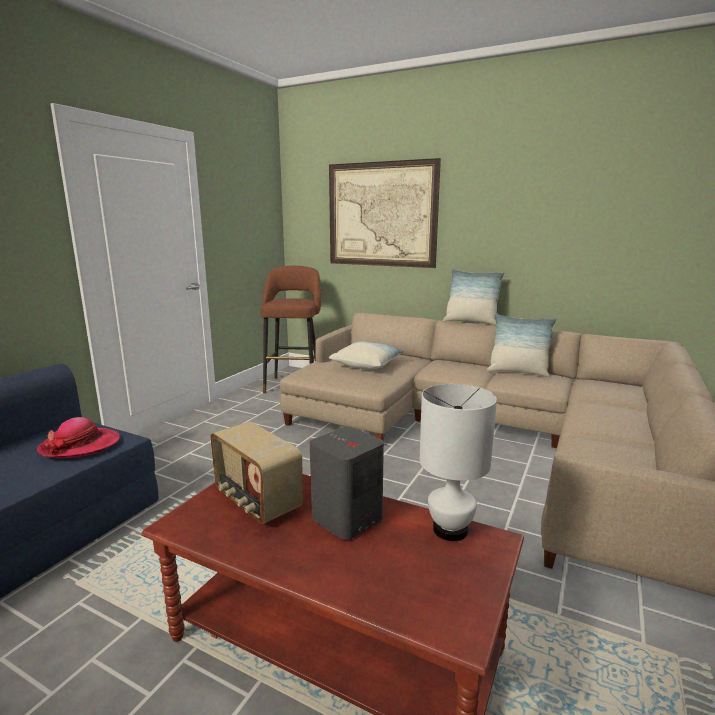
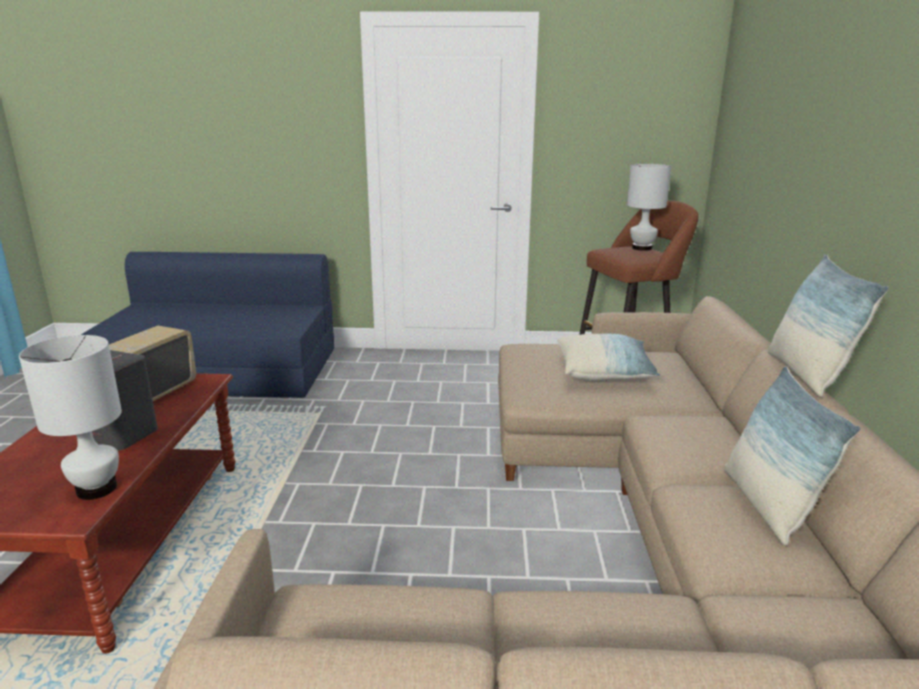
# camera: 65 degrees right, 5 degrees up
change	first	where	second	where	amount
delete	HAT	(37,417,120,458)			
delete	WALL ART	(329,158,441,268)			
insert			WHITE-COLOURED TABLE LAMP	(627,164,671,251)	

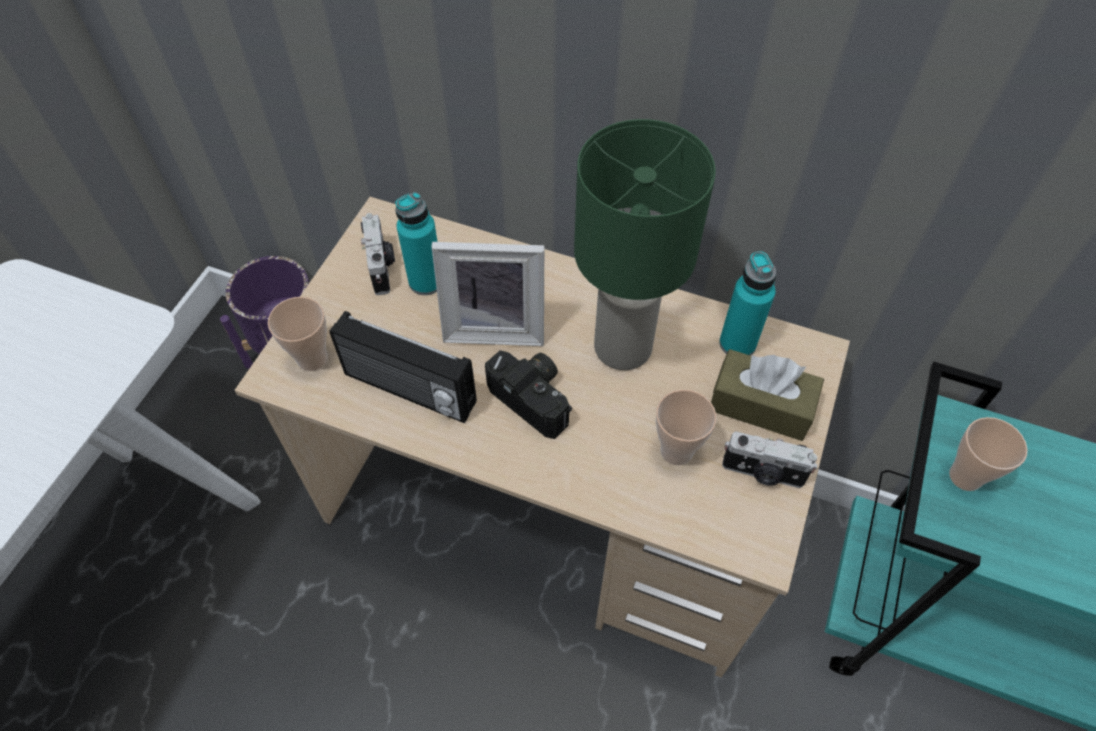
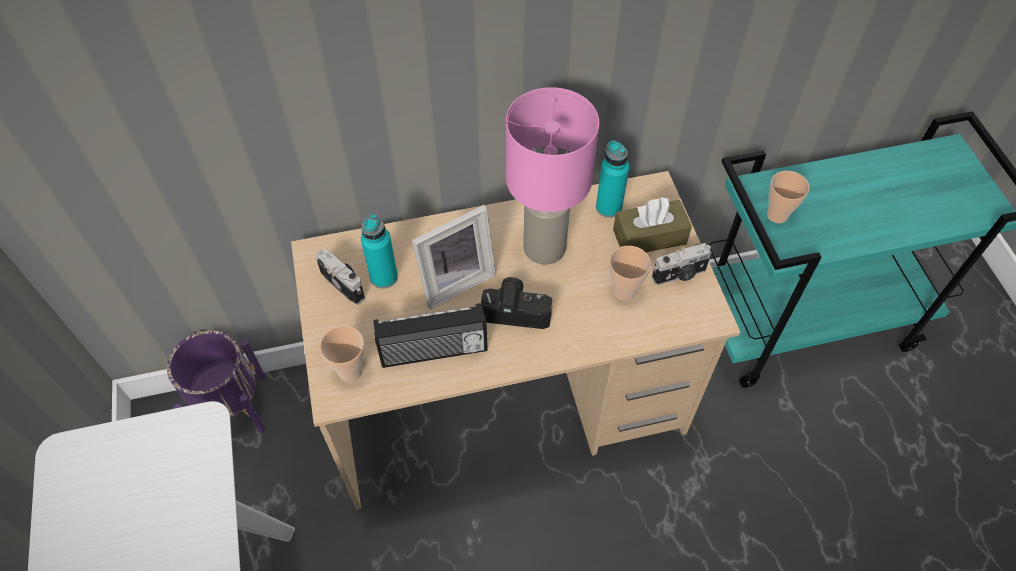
# camera: 35 degrees left, 0 degrees up
change	first	where	second	where	amount
recolor	GREEN TABLE LAMP	(574,119,716,370)	PINK TABLE LAMP	(506,87,599,264)	

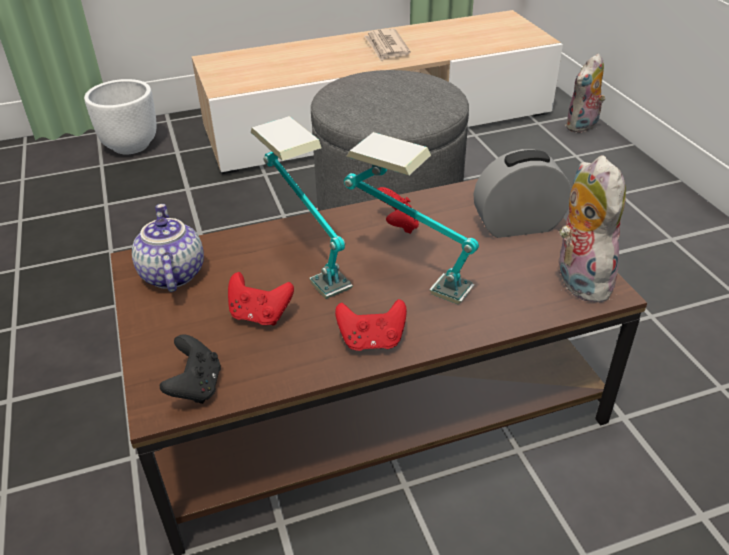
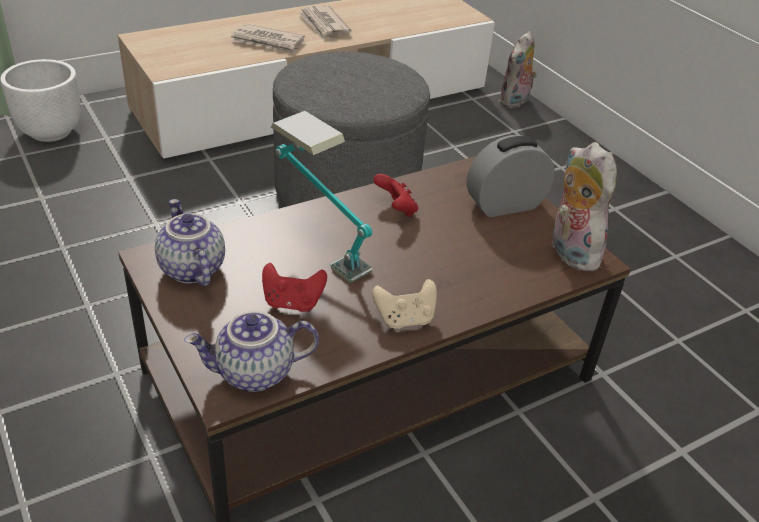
# camera: 15 degrees left, 0 degrees up
change	first	where	second	where	amount
replace	BLACKISH GAME CONTROLLER	(160,334,221,404)	TEA POT	(184,311,319,392)	
recolor	REDDISH GAME CONTROLLER	(335,299,407,351)	BEIGE GAME CONTROLLER	(372,279,437,329)	
delete	TABLE LAMP	(344,132,479,304)			
insert			PRINTED PAPER	(231,23,305,55)	

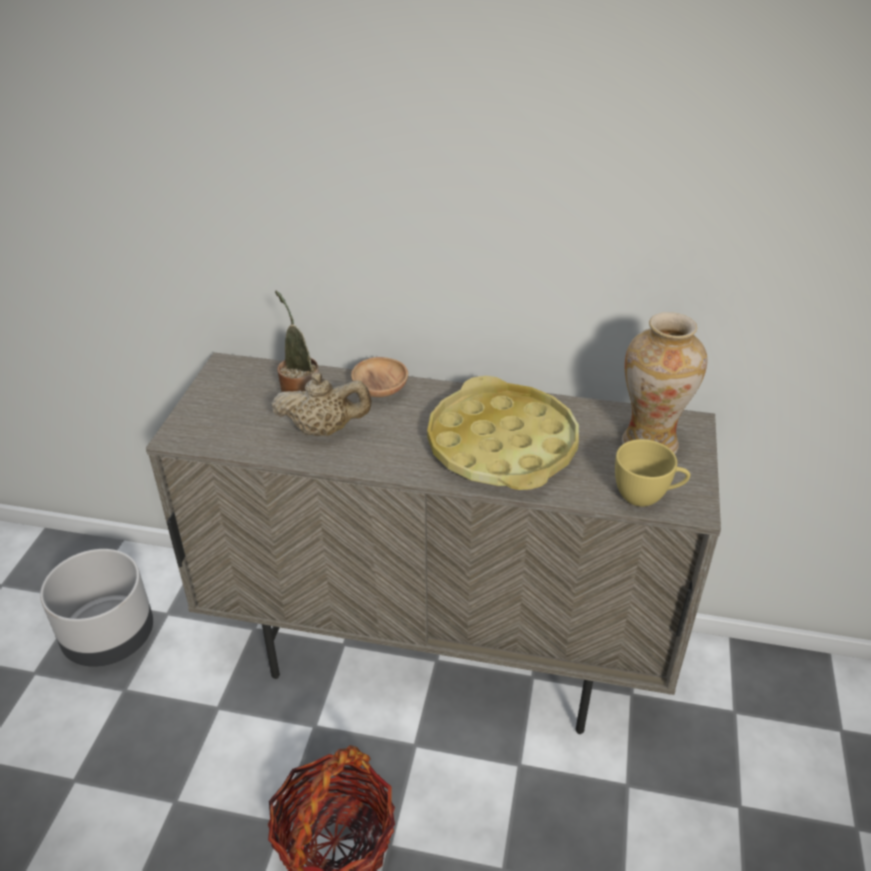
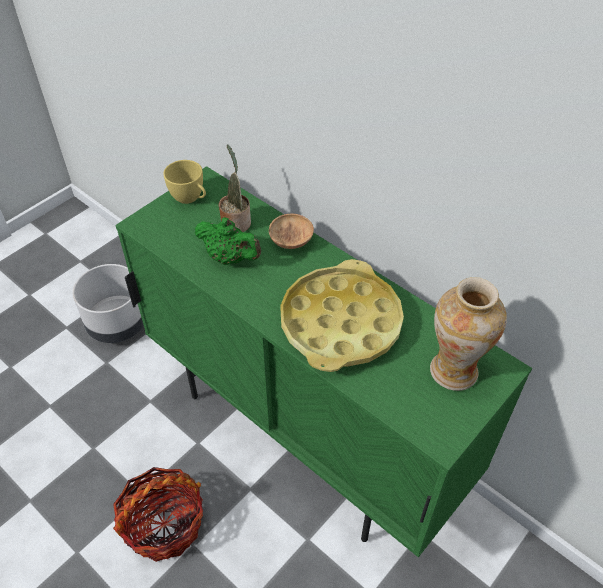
# camera: 30 degrees right, 10 degrees up
change	first	where	second	where	amount
recolor	BEIGE CUPBOARD	(146,352,721,734)	GREEN CUPBOARD	(115,166,532,557)	
recolor	BEIGE TEA POT	(271,372,372,436)	GREEN TEA POT	(195,217,261,265)	
move	YELLOW DRINKING CUP	(615,439,690,507)		(164,160,206,204)	

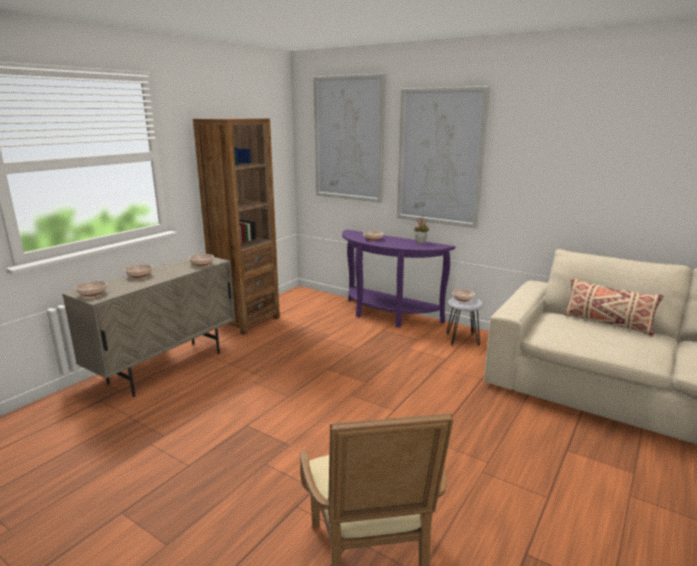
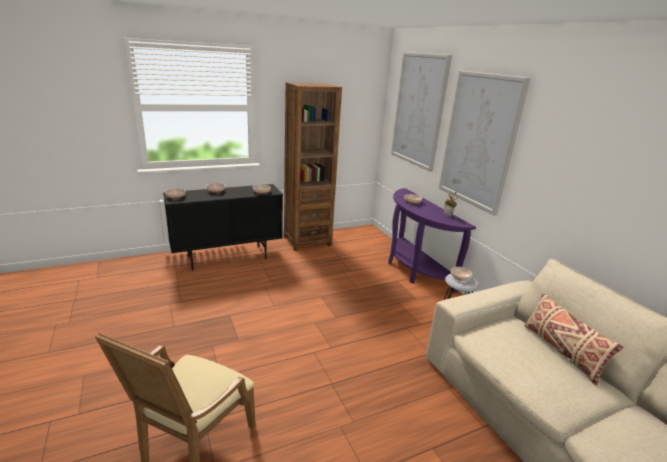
# camera: 30 degrees right, 5 degrees up
change	first	where	second	where	amount
recolor	BEIGE CUPBOARD	(62,257,235,397)	BLACKISH CUPBOARD	(163,184,283,271)	

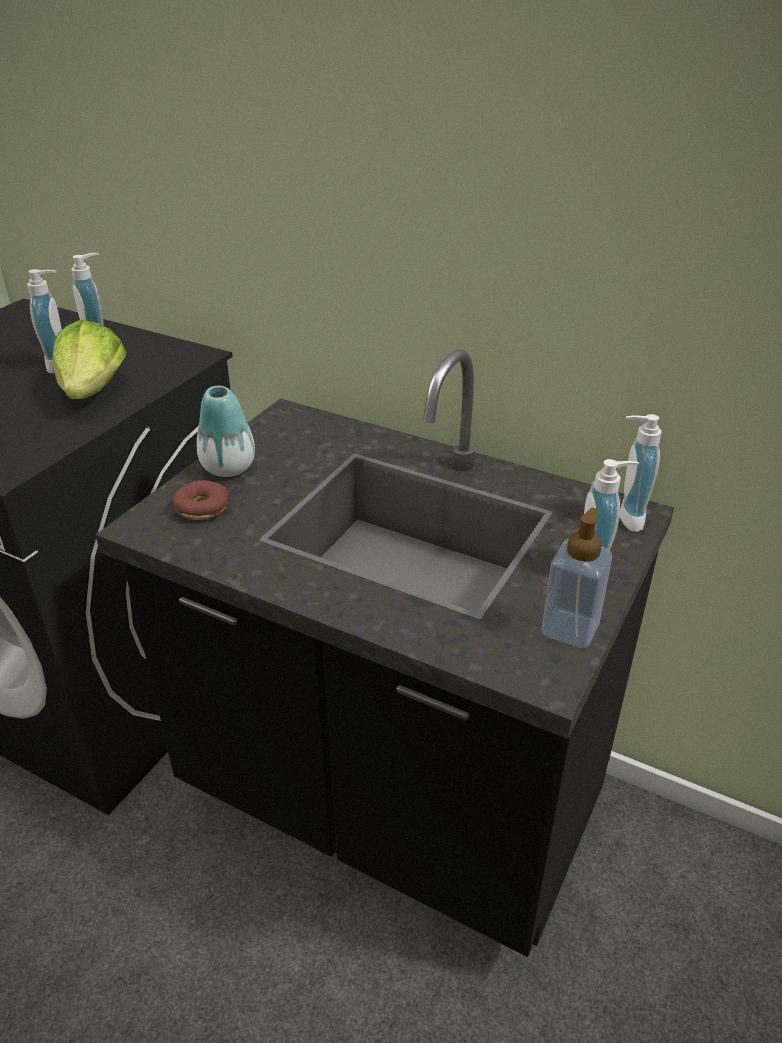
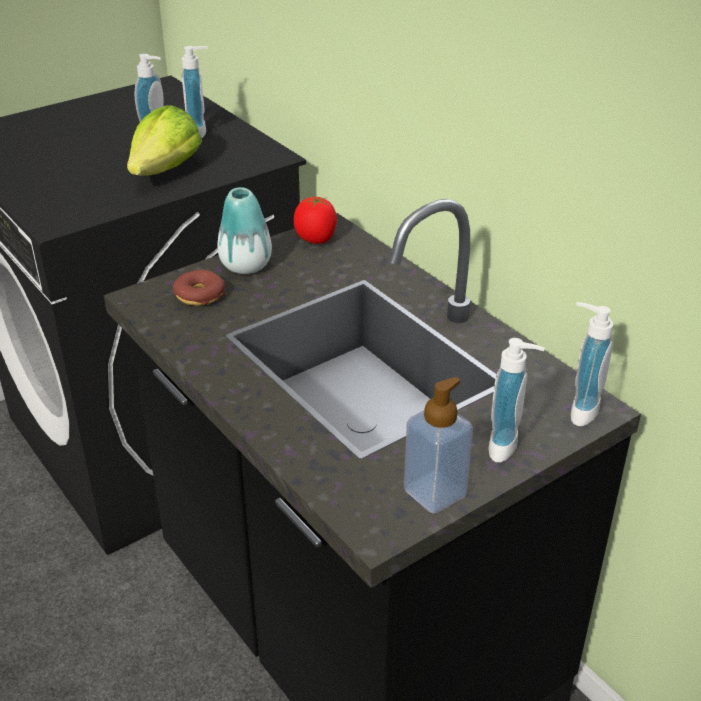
# camera: 25 degrees right, 0 degrees up
change	first	where	second	where	amount
insert			FRESH TOMATO	(294,197,337,244)	

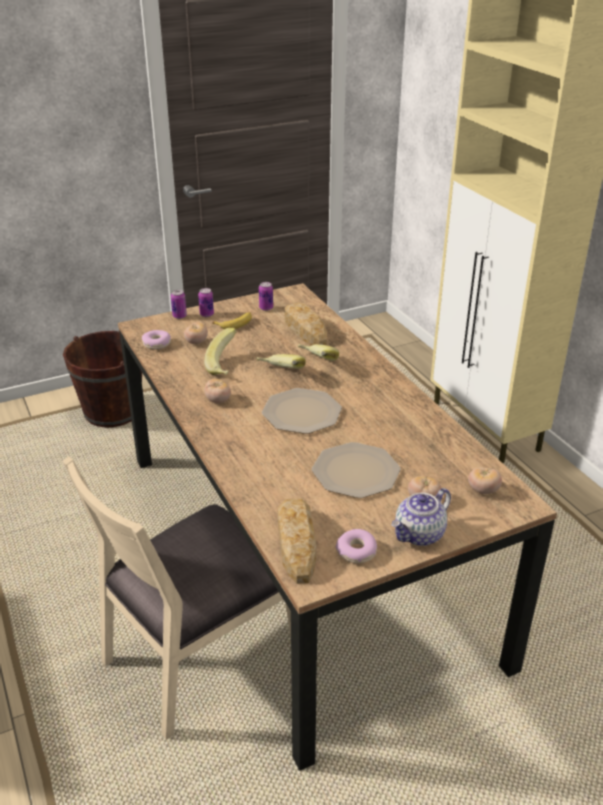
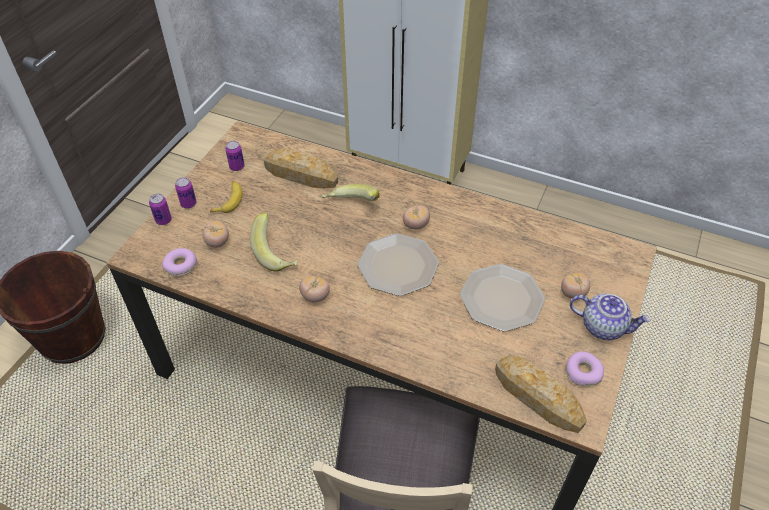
# camera: 40 degrees left, 15 degrees up
change	first	where	second	where	amount
delete	BANANA	(256,354,306,369)			
rotate	TEA POT	(392,488,451,546)		(570,294,651,340)	75 degrees counterclockwise
move	FRESH TOMATO	(468,468,502,494)		(403,205,430,230)	

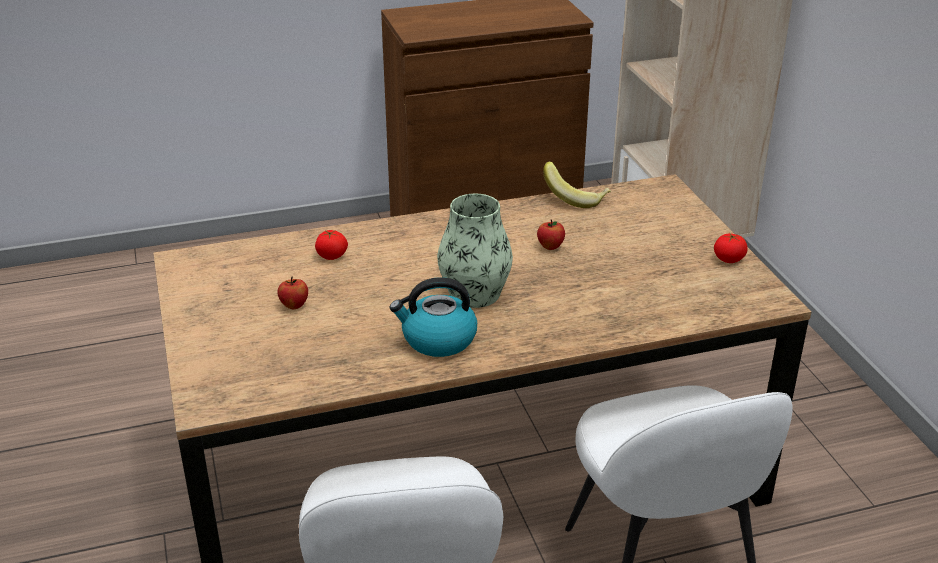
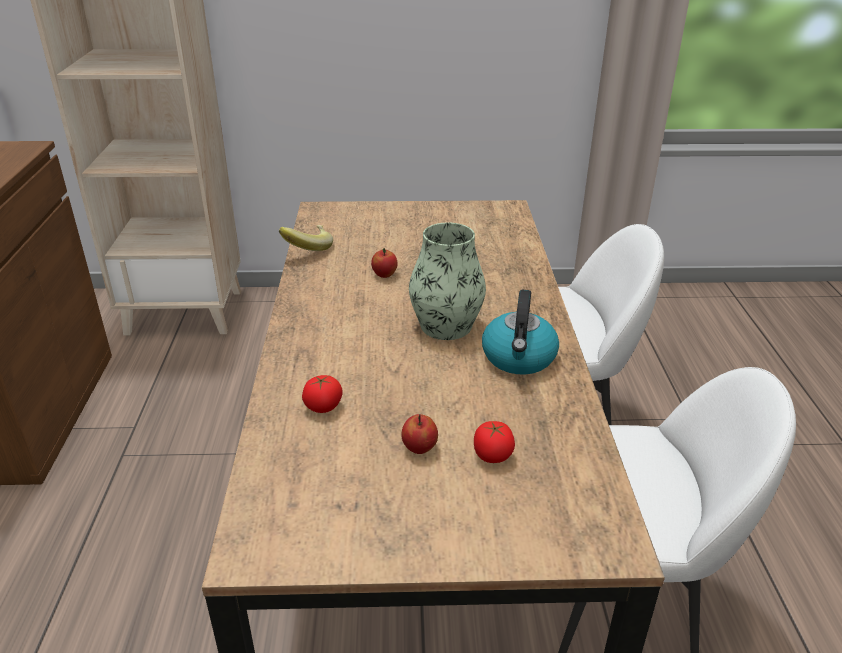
# camera: 75 degrees left, 0 degrees up
change	first	where	second	where	amount
move	FRESH TOMATO	(714,234,748,263)		(474,421,515,463)	

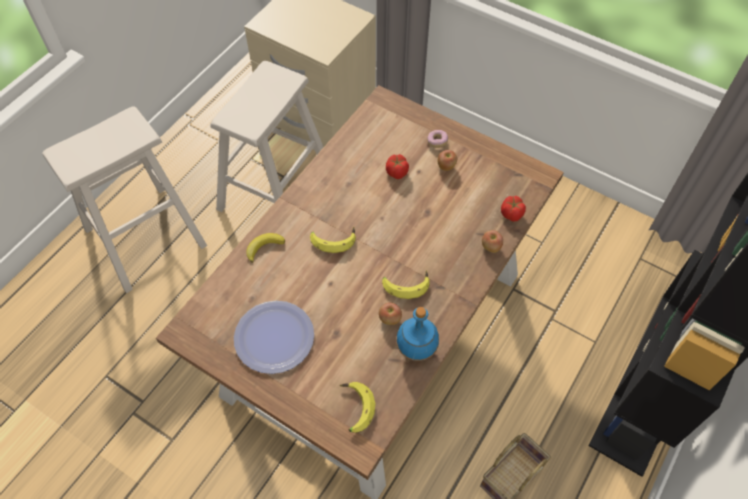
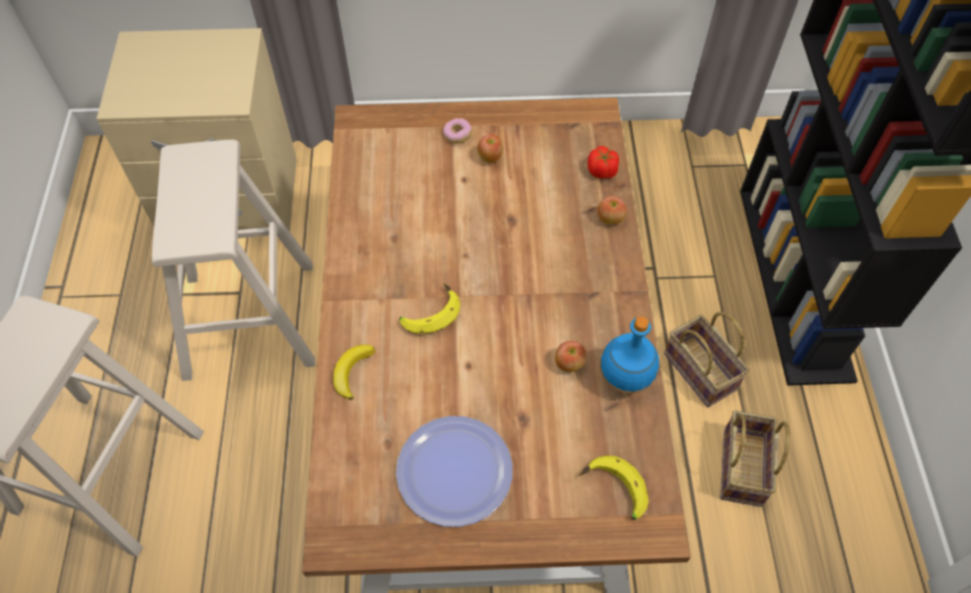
# camera: 35 degrees left, 0 degrees up
change	first	where	second	where	amount
delete	BANANA	(382,270,430,299)			
delete	FRESH TOMATO	(386,154,409,179)			
insert			HOUSEHOLD BASKET	(664,312,749,407)	

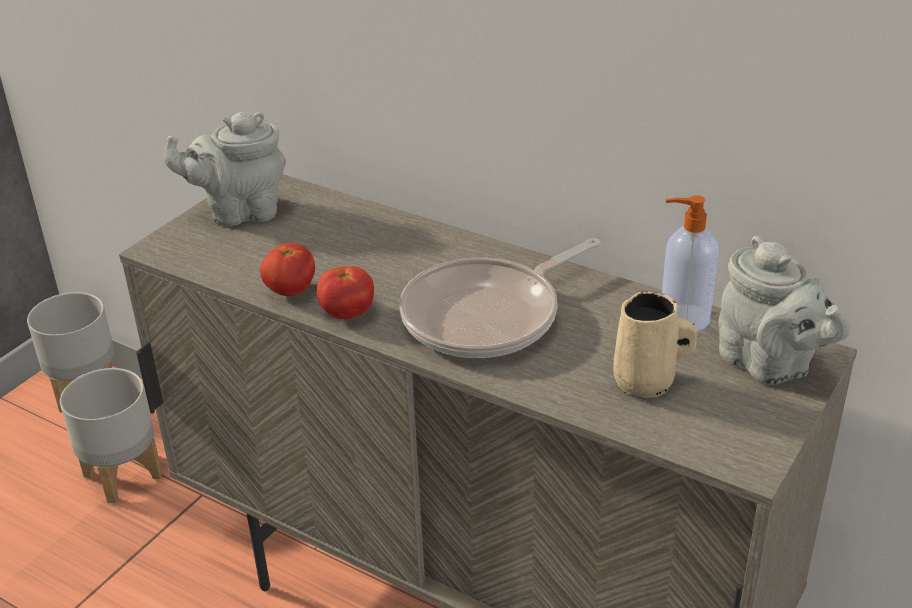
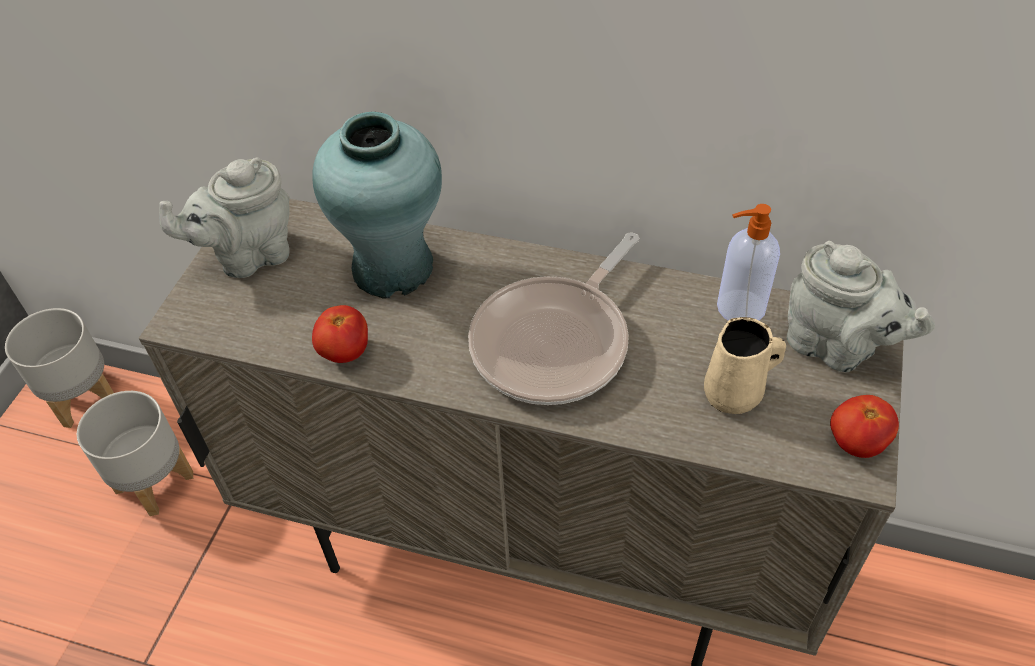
# camera: 15 degrees left, 15 degrees up
change	first	where	second	where	amount
move	FRESH TOMATO	(317,266,374,319)		(830,395,899,458)	
insert			TURQUOISE DECORATIVE VASE	(312,111,442,299)	

